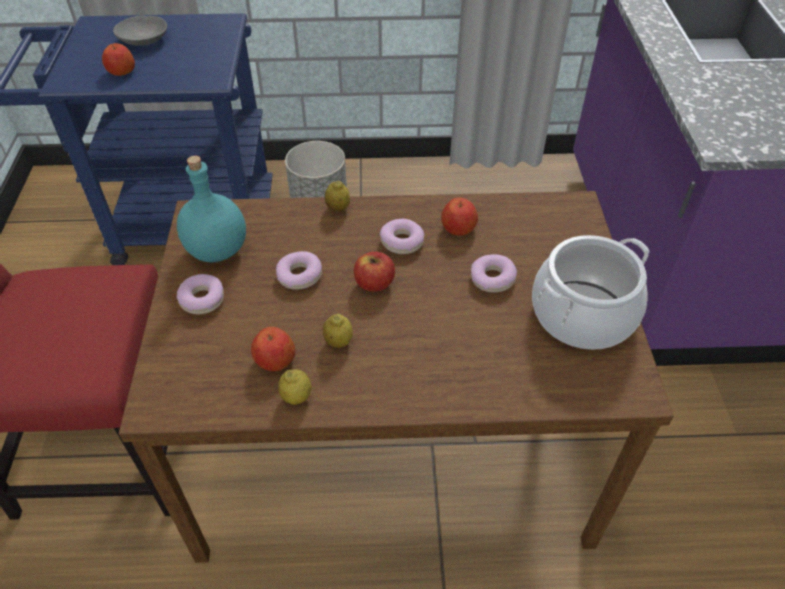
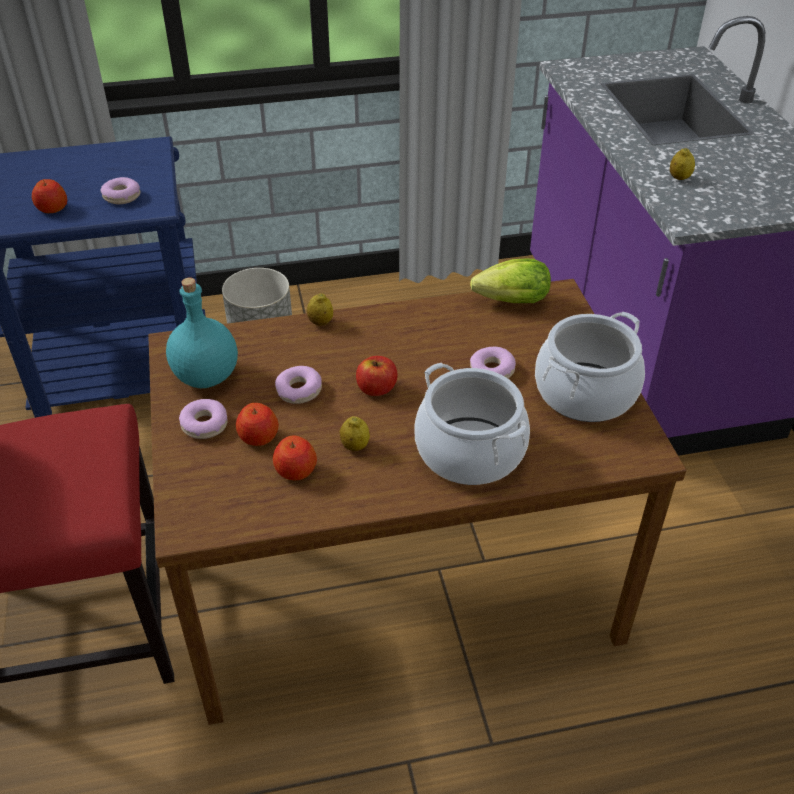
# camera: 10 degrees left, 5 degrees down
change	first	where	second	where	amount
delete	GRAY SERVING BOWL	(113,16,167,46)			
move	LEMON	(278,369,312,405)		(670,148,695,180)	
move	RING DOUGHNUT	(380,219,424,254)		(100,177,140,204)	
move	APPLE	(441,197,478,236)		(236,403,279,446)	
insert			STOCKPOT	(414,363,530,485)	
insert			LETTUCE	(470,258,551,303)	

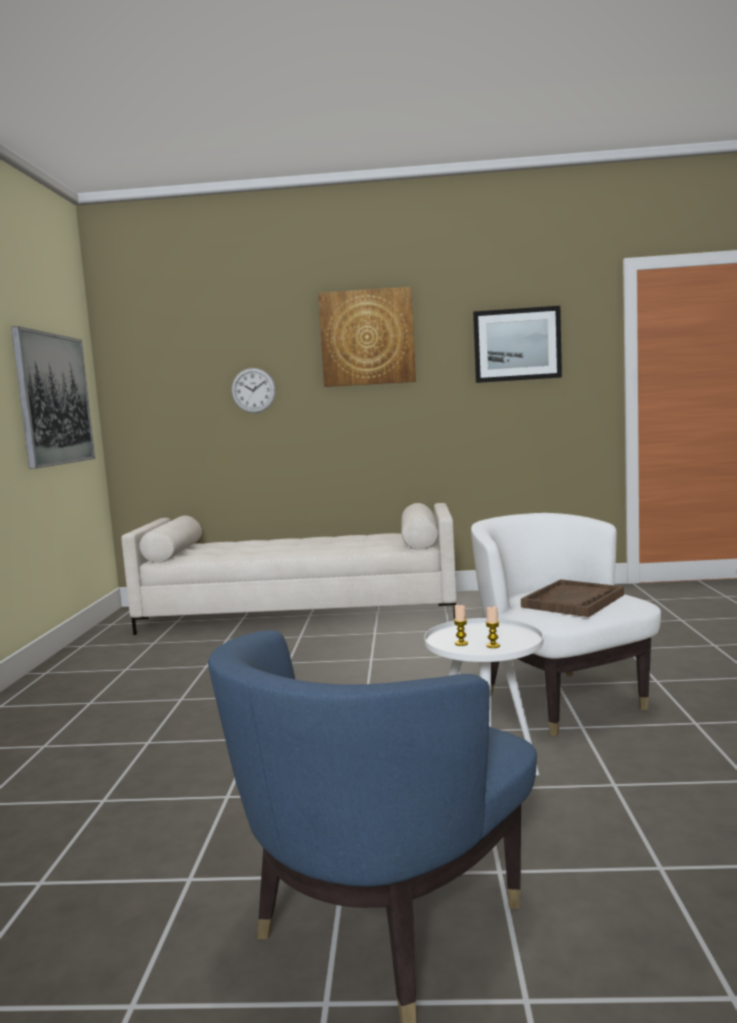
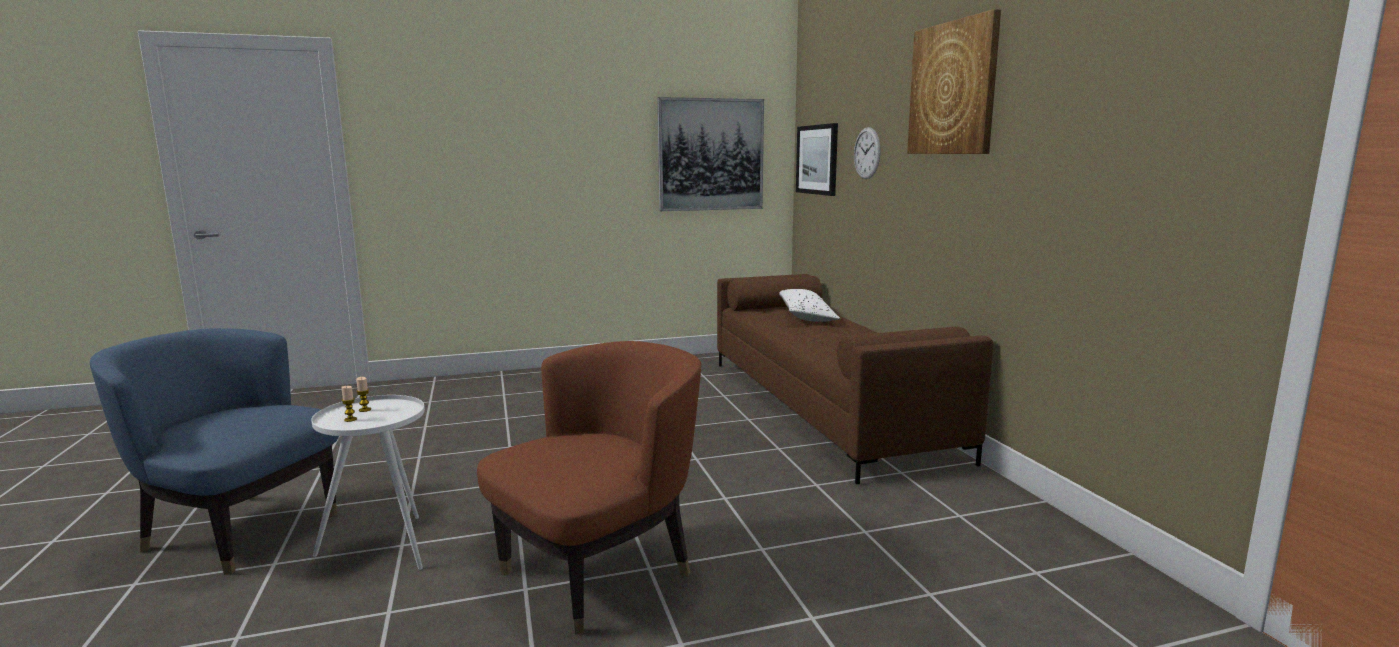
# camera: 70 degrees right, 5 degrees up
change	first	where	second	where	amount
recolor	WHITE-COLOURED SETTEE	(121,503,457,635)	BROWNISH SETTEE	(717,274,993,484)	
recolor	WHITE-COLOURED LOUNGE CHAIR	(471,513,661,737)	BROWNISH LOUNGE CHAIR	(477,341,701,635)	
move	WALL ART	(473,306,562,383)		(796,123,838,196)	
delete	BROWNISH TRAY	(521,579,624,617)			
insert			WHITE-COLOURED PILLOW	(779,289,840,322)	

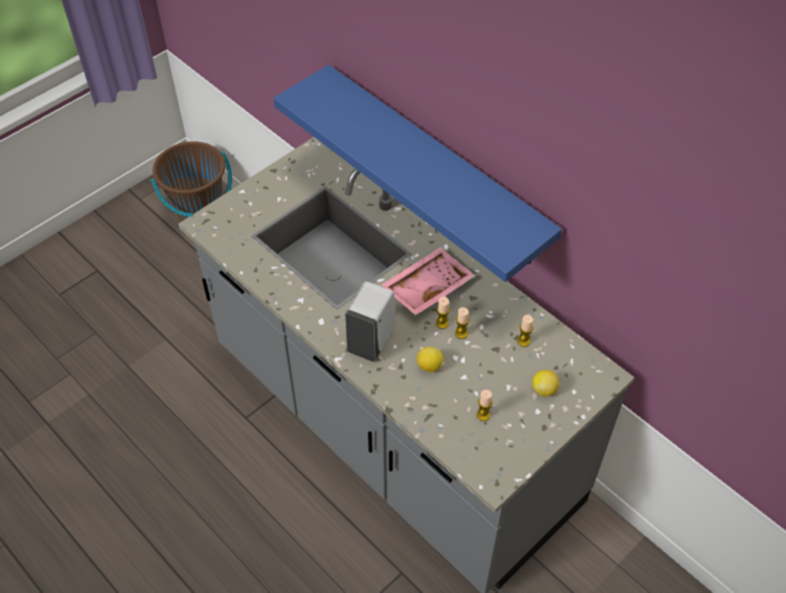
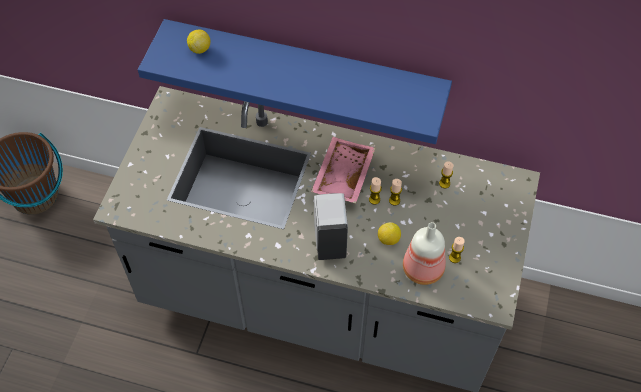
# camera: 30 degrees left, 5 degrees up
change	first	where	second	where	amount
move	LEMON	(532,370,559,396)		(187,29,210,54)	
insert			BOTTLE	(403,222,446,285)	

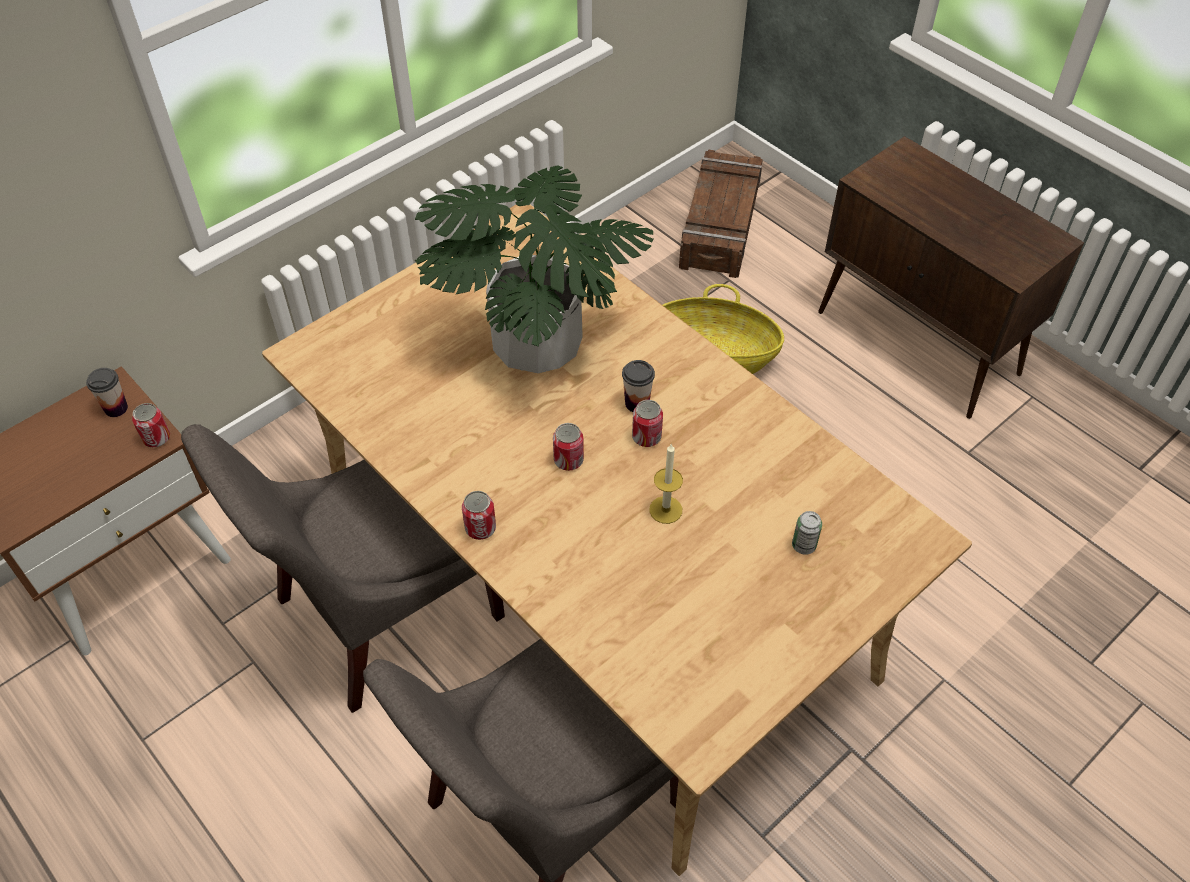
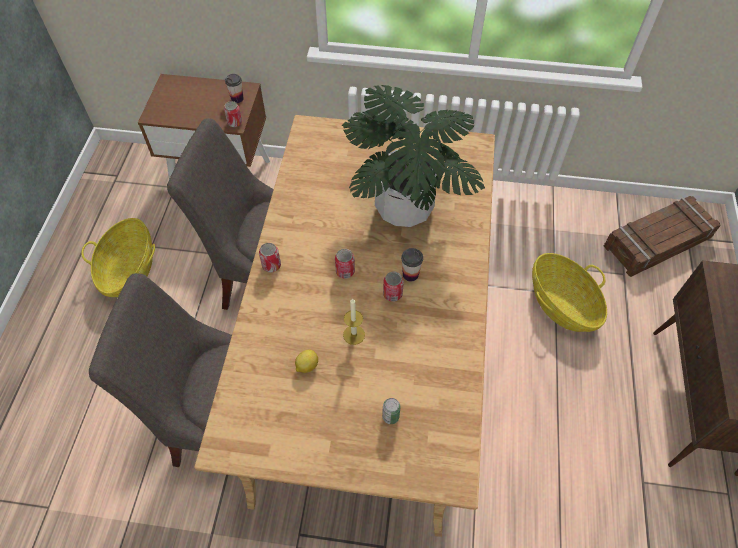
# camera: 50 degrees right, 5 degrees up
change	first	where	second	where	amount
insert			HOUSEHOLD BASKET	(81,218,155,297)	
insert			LEMON	(295,349,318,373)	

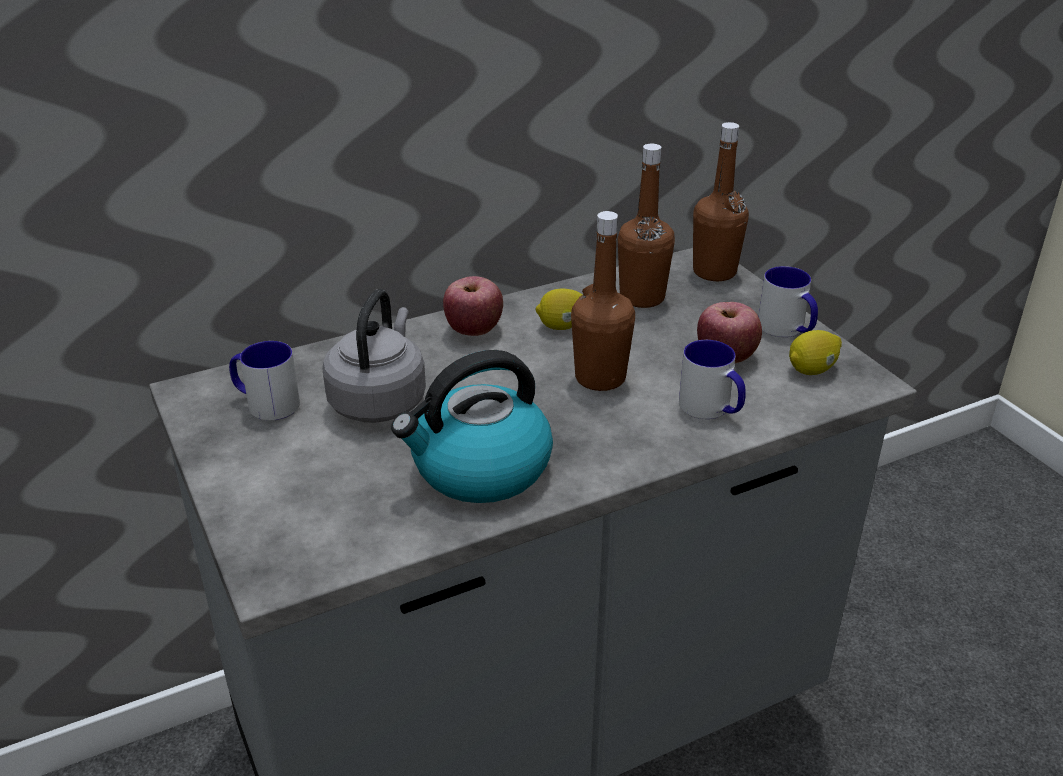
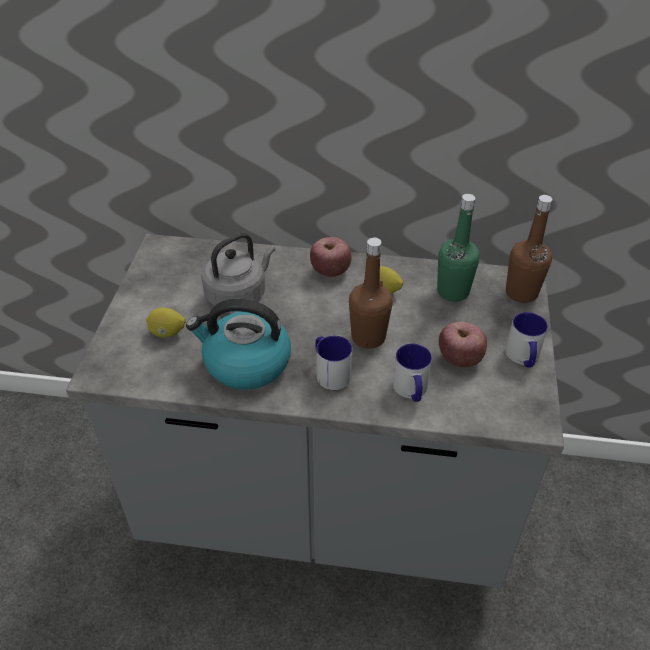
# camera: 35 degrees right, 10 degrees up
change	first	where	second	where	amount
move	MUG	(229,341,300,420)		(315,336,352,390)	
recolor	BROWNISH BOTTLE	(618,144,675,308)	GREEN BOTTLE	(437,194,480,302)	
move	LEMON	(789,330,842,375)		(146,308,186,338)	

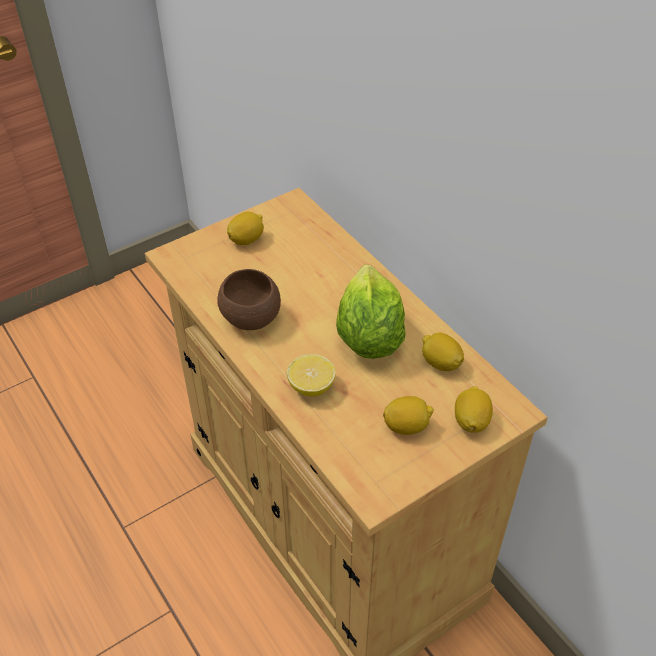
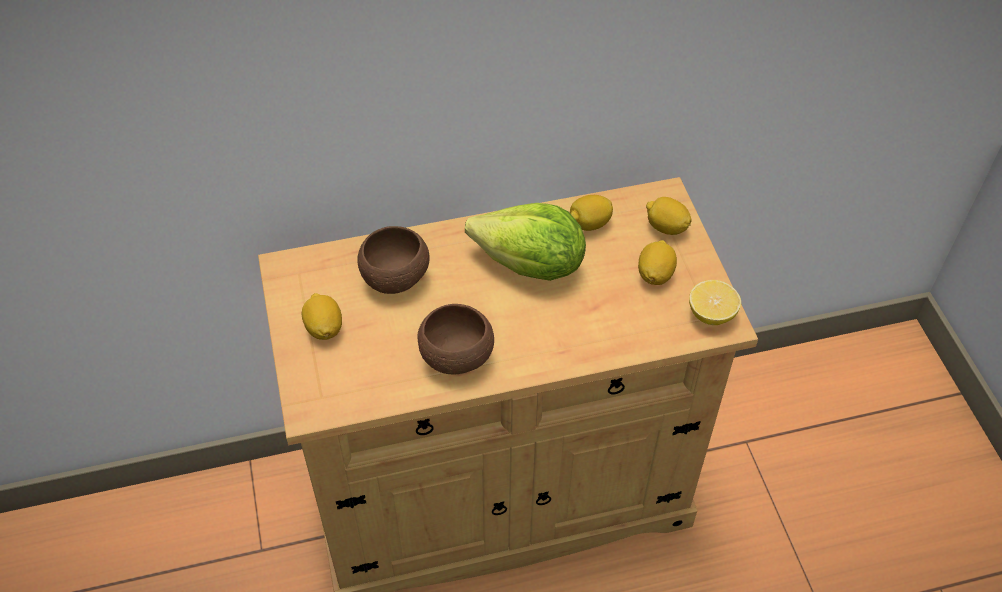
# camera: 70 degrees left, 5 degrees up
change	first	where	second	where	amount
move	LEMON	(287,354,336,396)		(689,280,741,325)	
insert			BROWNISH SERVING BOWL	(357,226,430,294)	

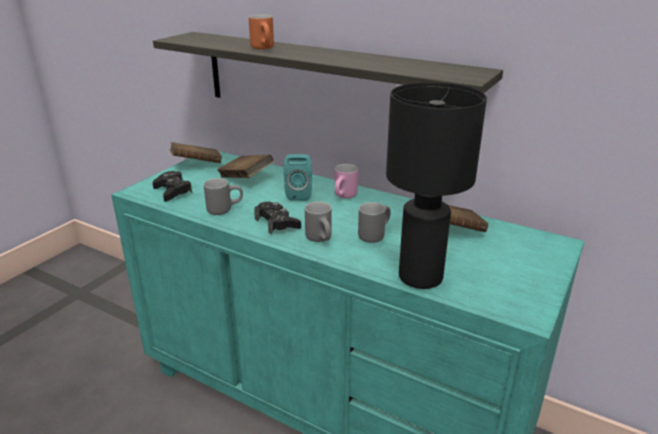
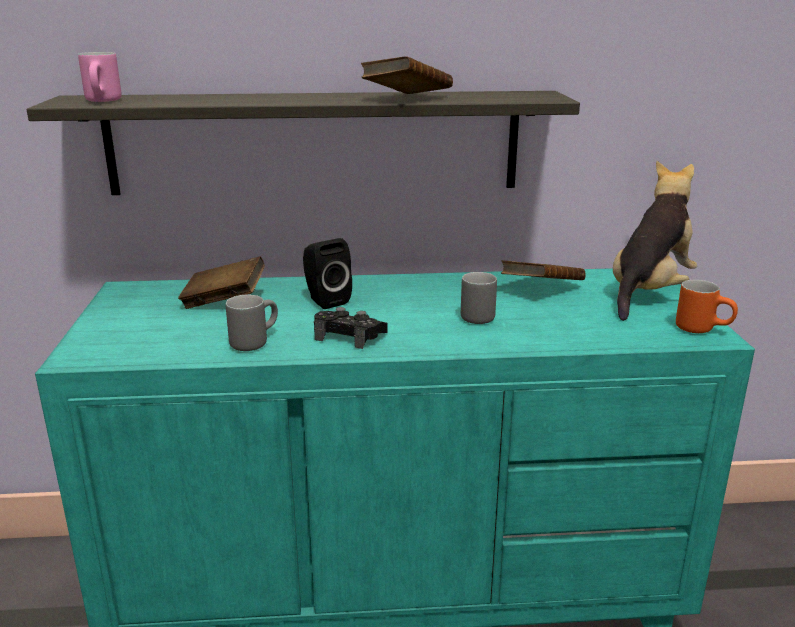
# camera: 35 degrees left, 5 degrees down
change	first	where	second	where	amount
delete	BLACKISH GAME CONTROLLER	(153,171,192,202)			
move	BROWNISH VOLUME	(170,142,222,163)		(361,57,453,94)	
move	ORANGEY MUG	(249,15,274,49)		(676,280,738,333)	
recolor	TURQUOISE SPEAKER	(284,154,312,201)	BLACKISH SPEAKER	(303,238,352,309)	
delete	GRAY MUG	(305,201,332,242)			
move	PINK MUG	(335,164,358,198)		(78,52,122,102)	
delete	BLACKISH TABLE LAMP	(386,82,487,289)			
insert			SOFT TOY	(613,161,697,321)	

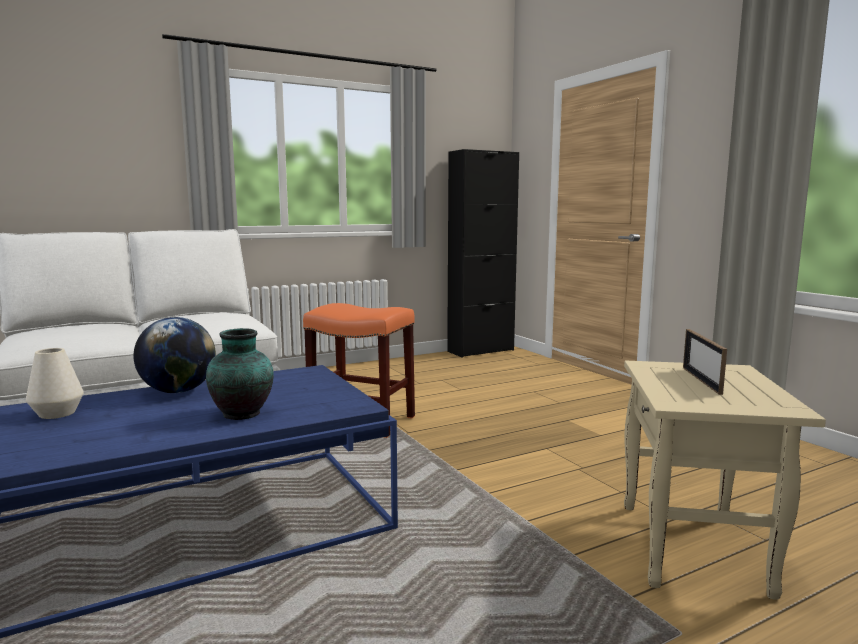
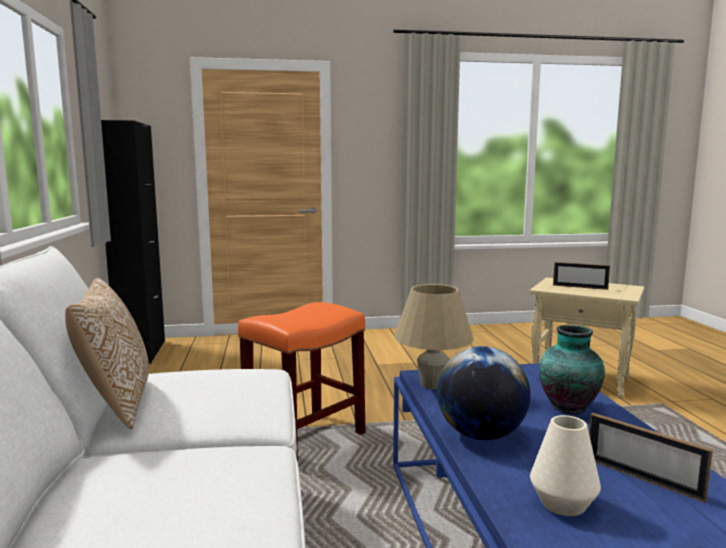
# camera: 70 degrees left, 0 degrees up
change	first	where	second	where	amount
insert			PILLOW	(65,278,149,429)	
insert			BEIGE TABLE LAMP	(394,284,474,390)	
insert			PICTURE FRAME	(589,413,713,503)	

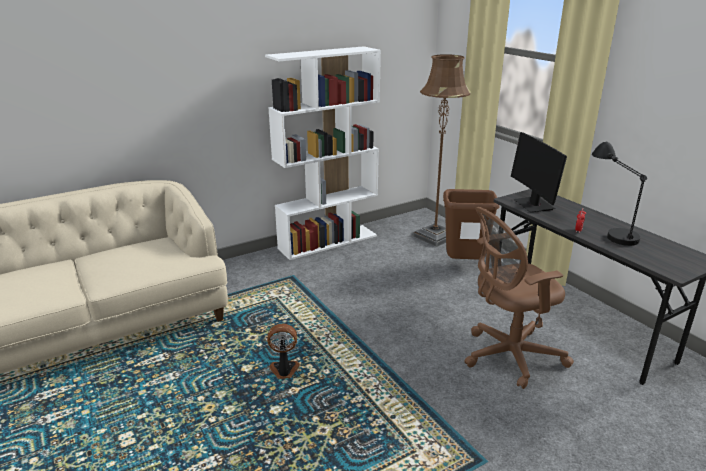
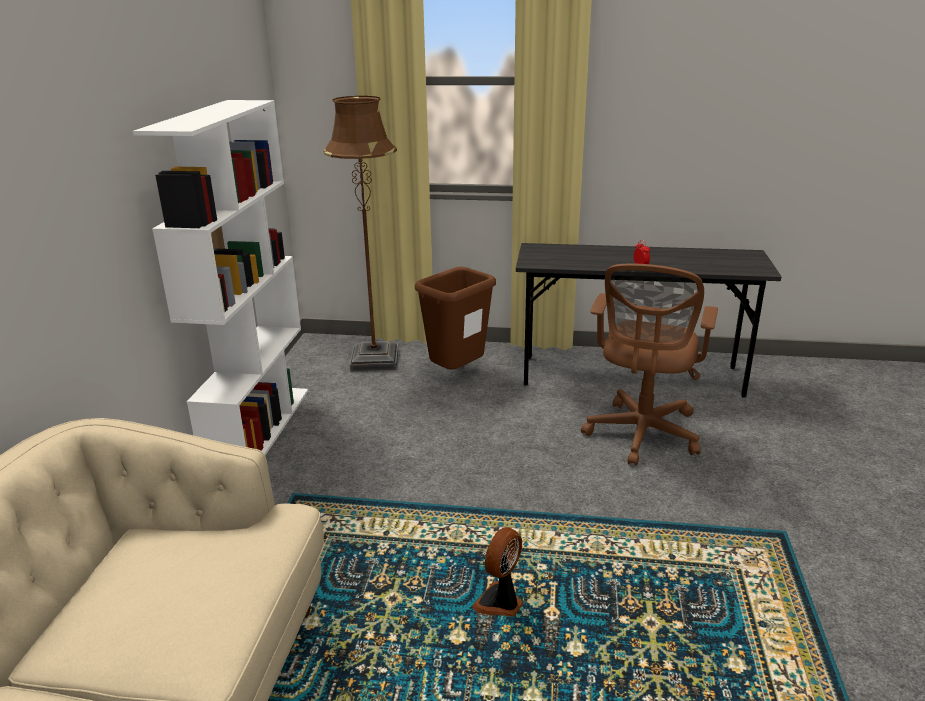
# camera: 50 degrees left, 0 degrees up
change	first	where	second	where	amount
delete	COMPUTER DISPLAY	(511,132,567,212)			
delete	BLACKISH TABLE LAMP	(592,142,647,246)			

